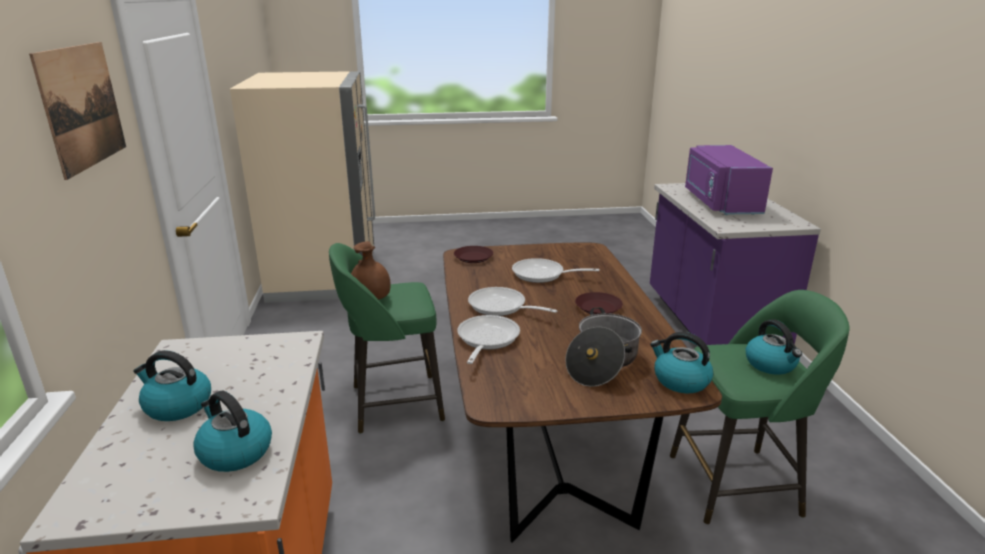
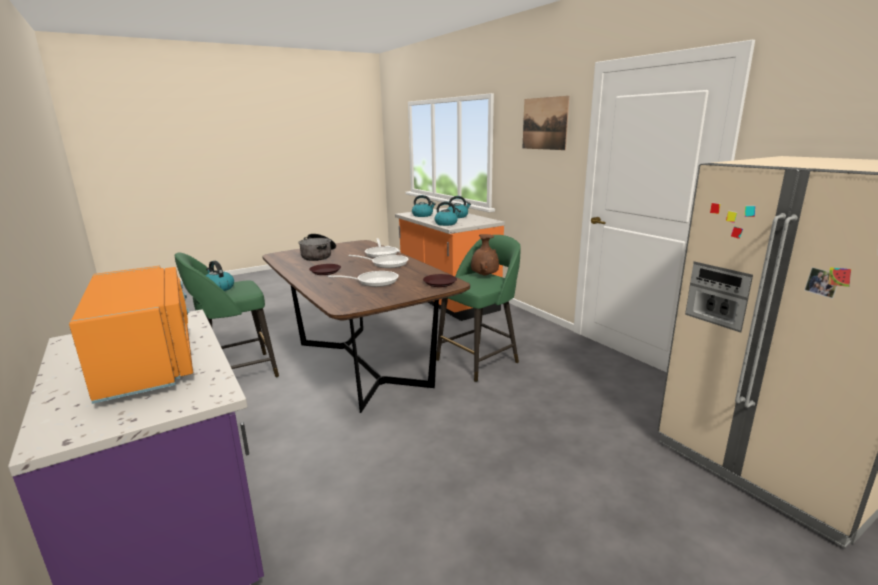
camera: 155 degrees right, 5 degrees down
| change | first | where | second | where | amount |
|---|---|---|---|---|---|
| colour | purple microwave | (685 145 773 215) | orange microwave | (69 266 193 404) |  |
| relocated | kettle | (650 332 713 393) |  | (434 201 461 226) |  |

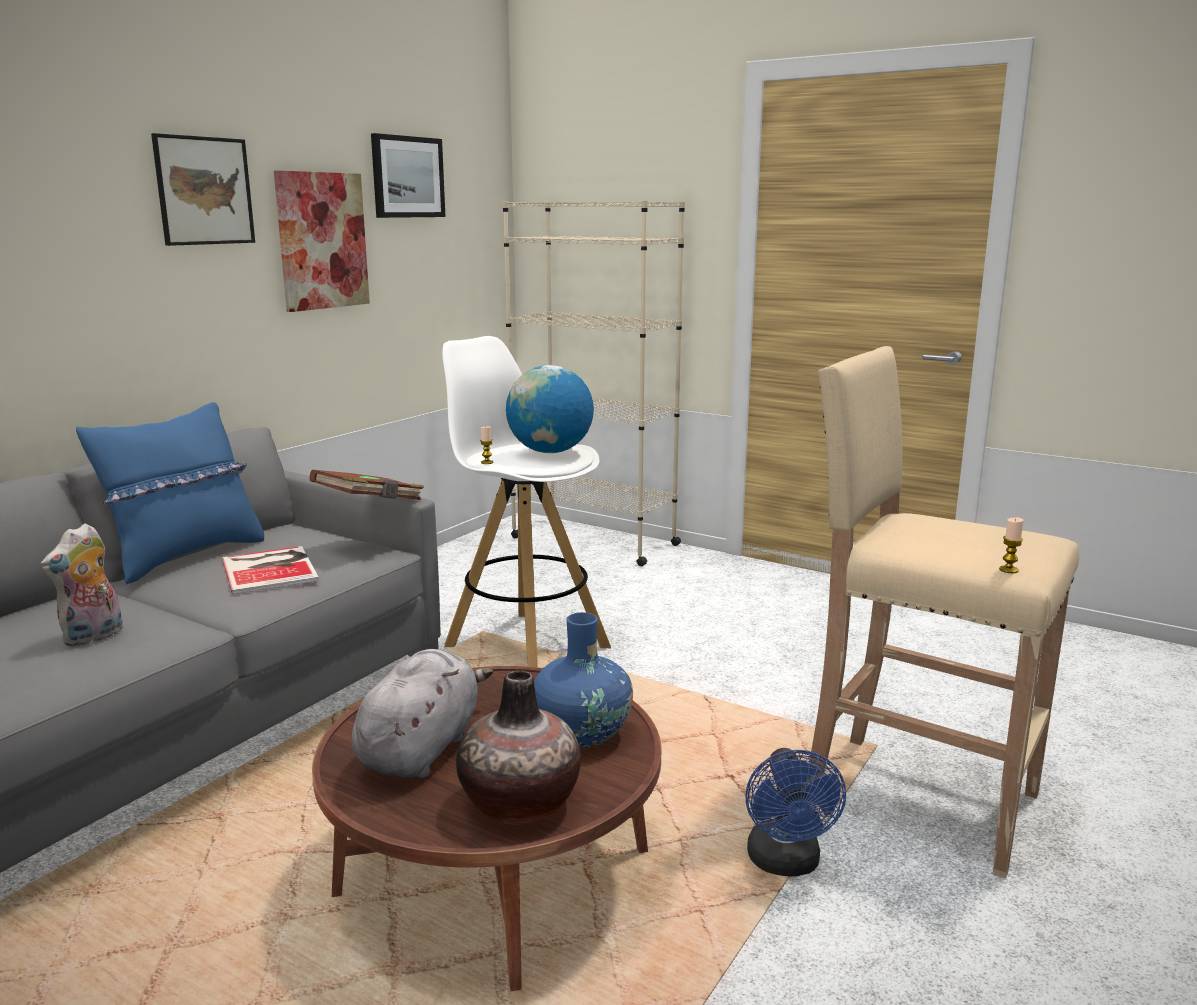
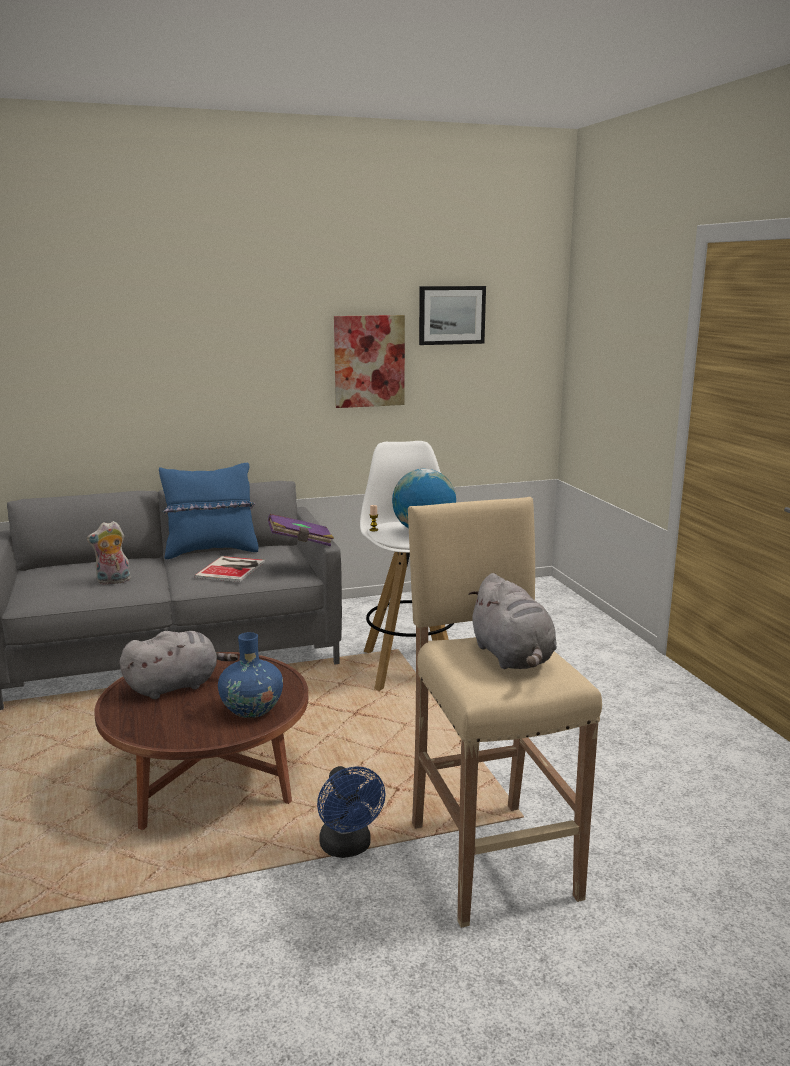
camera: 40 degrees right, 0 degrees up
| change | first | where | second | where | amount |
|---|---|---|---|---|---|
| colour | brown book | (310 470 424 500) | purple book | (268 514 334 546) |  |
| spun | blue fan | (745 748 846 877) |  | (317 766 386 858) | 60 degrees counterclockwise |
| appeared |  |  | grey plush toy | (468 573 557 669) |  |
| missing | picture | (151 133 255 246) |  |  |  |
| missing | vase | (456 671 581 825) |  |  |  |
| missing | beige bookcase | (502 200 685 566) |  |  |  |
| missing | candle | (999 517 1024 573) |  |  |  |

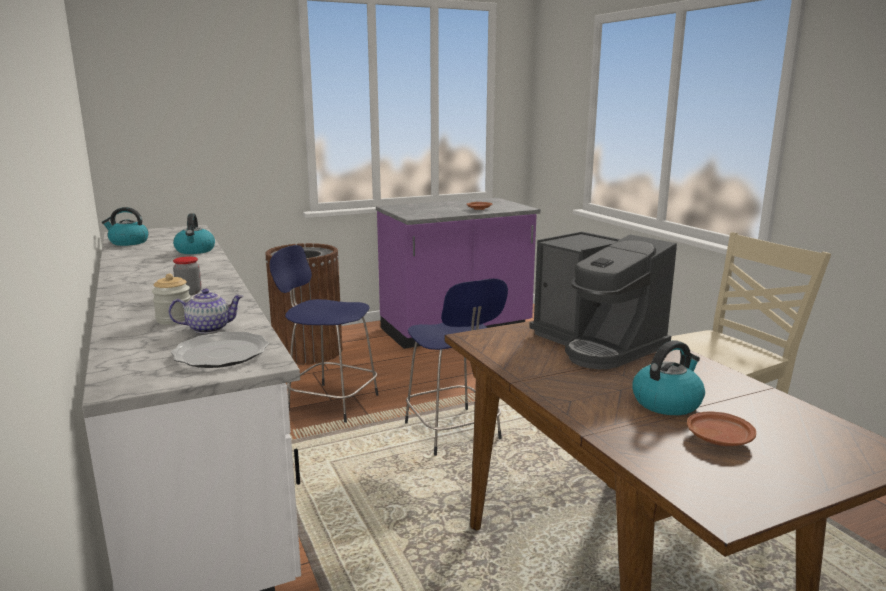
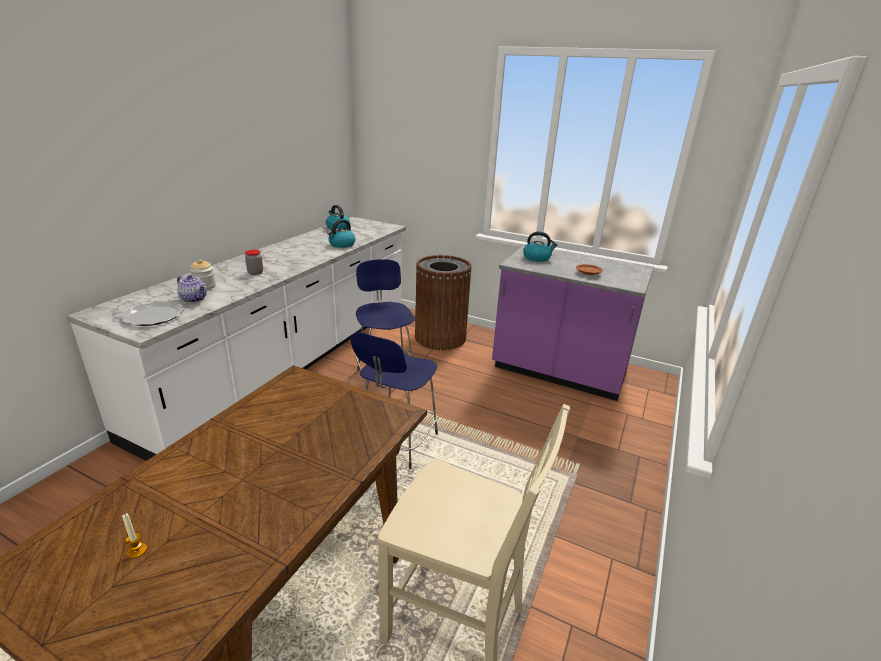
camera: 50 degrees right, 10 degrees up
| change | first | where | second | where | amount |
|---|---|---|---|---|---|
| exchanged | brown plate | (687 412 756 446) | candle | (122 514 147 558) |  |
| relocated | kettle | (632 340 705 415) |  | (523 231 558 262) |  |
| missing | coffee machine | (529 231 677 369) |  |  |  |

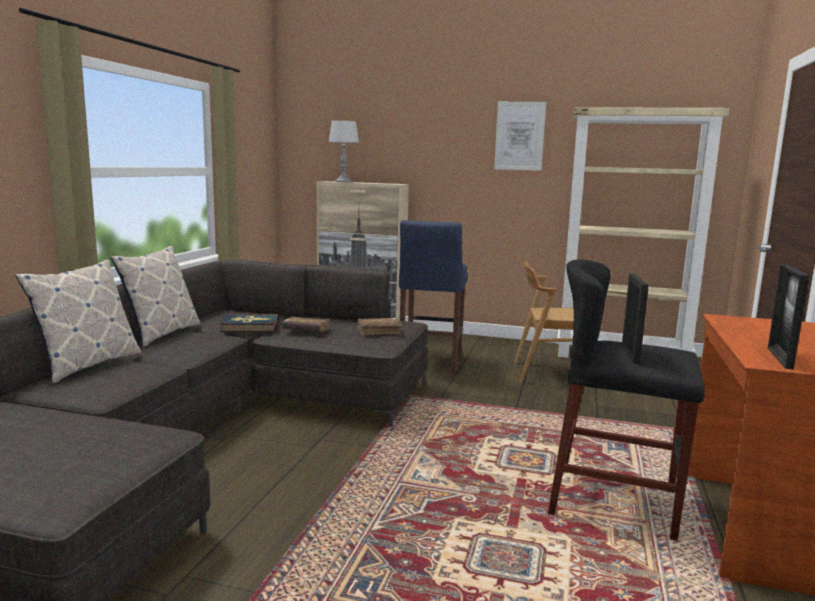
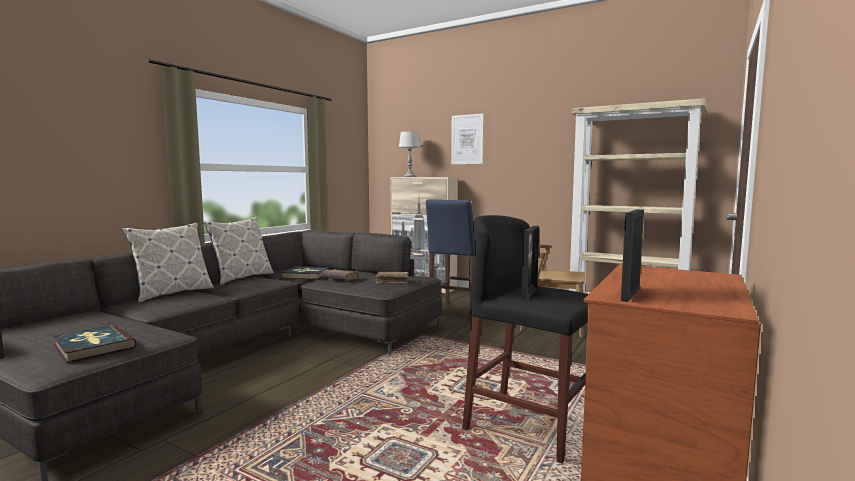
camera: 15 degrees right, 5 degrees down
| change | first | where | second | where | amount |
|---|---|---|---|---|---|
| appeared |  |  | book | (53 324 136 363) |  |
| relocated | picture | (494 102 546 171) |  | (451 113 484 164) |  |

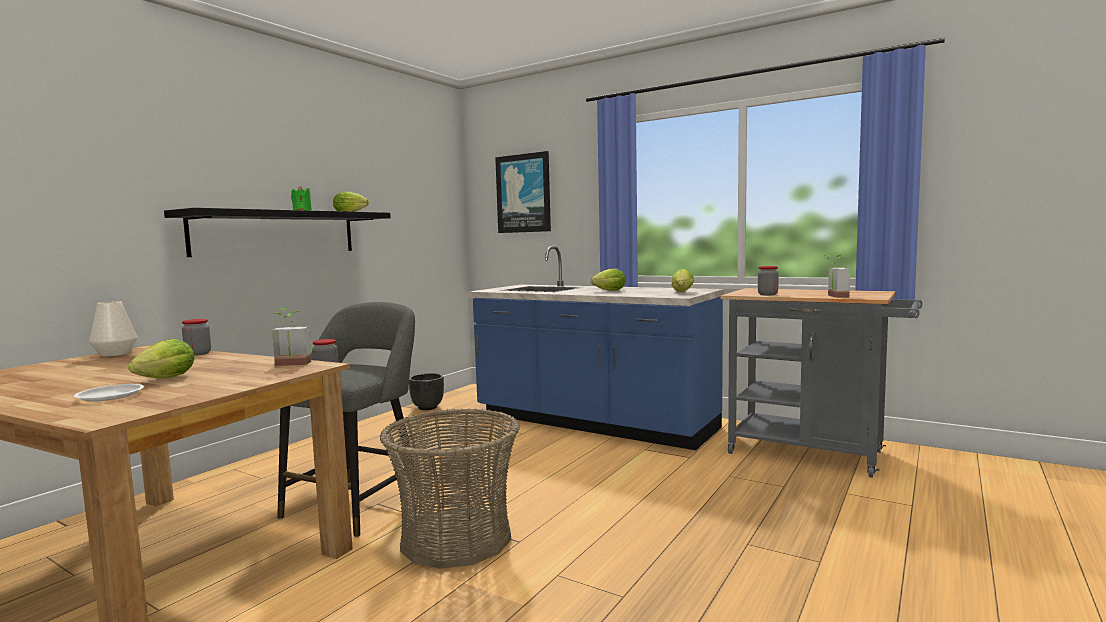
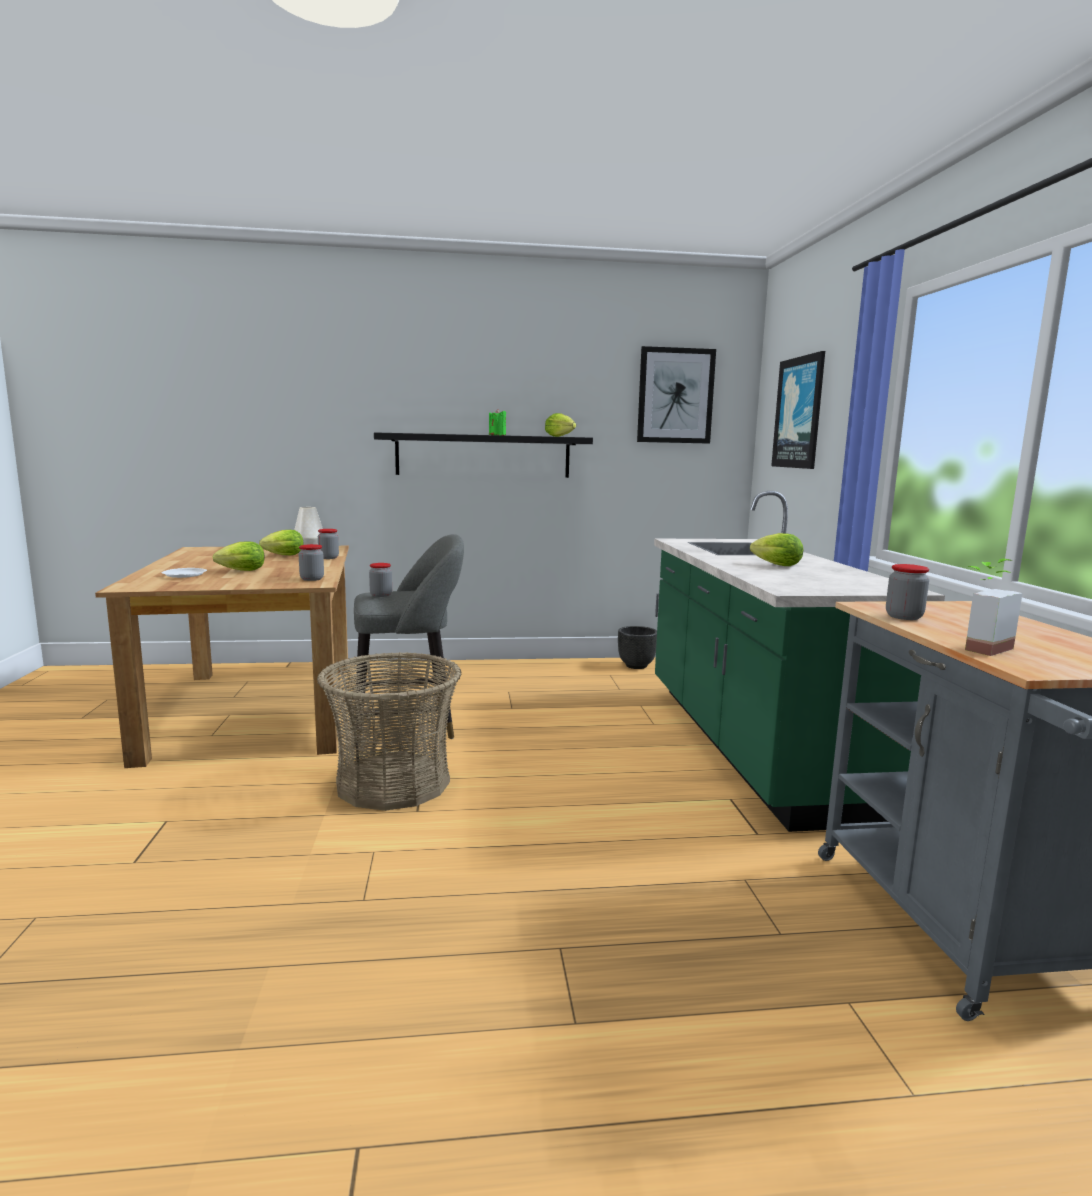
camera: 50 degrees right, 5 degrees up
| change | first | where | second | where | amount |
|---|---|---|---|---|---|
| relocated | lettuce | (671 269 694 292) |  | (259 530 304 555) |  |
| exchanged | potted plant | (272 308 311 366) | jar | (299 544 324 581) |  |
| appeared |  |  | picture | (637 346 716 444) |  |
| colour | blue counter | (468 246 725 450) | green counter | (654 491 945 832) |  |

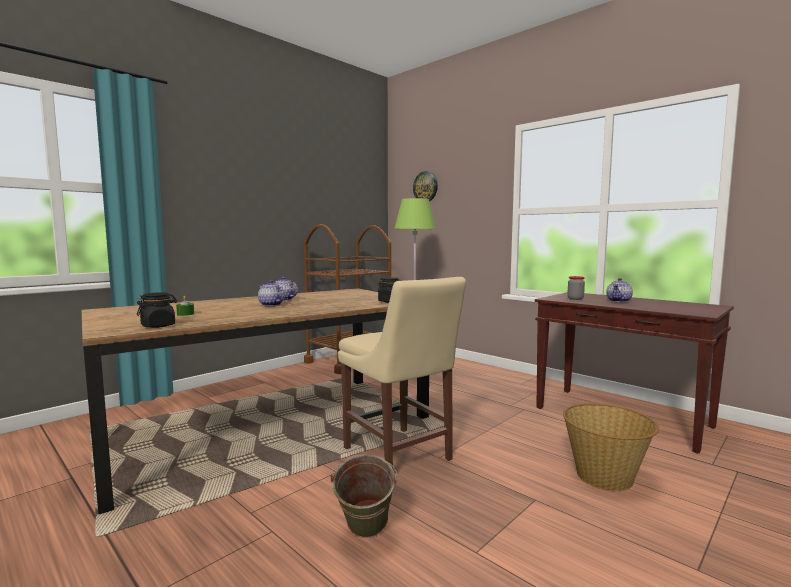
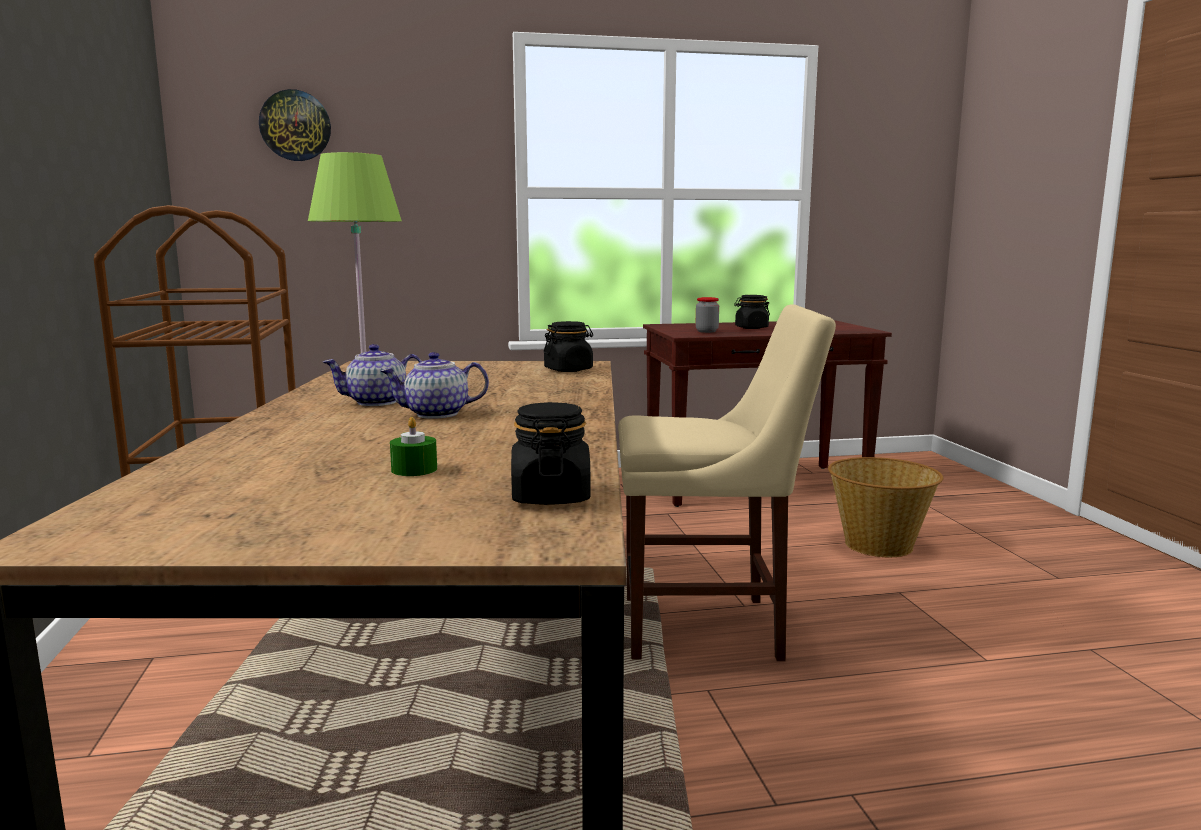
camera: 55 degrees left, 5 degrees up
| change | first | where | second | where | amount |
|---|---|---|---|---|---|
| exchanged | teapot | (606 278 633 302) | black jar | (734 295 770 329) |  |
| missing | green bucket | (330 454 398 538) |  |  |  |

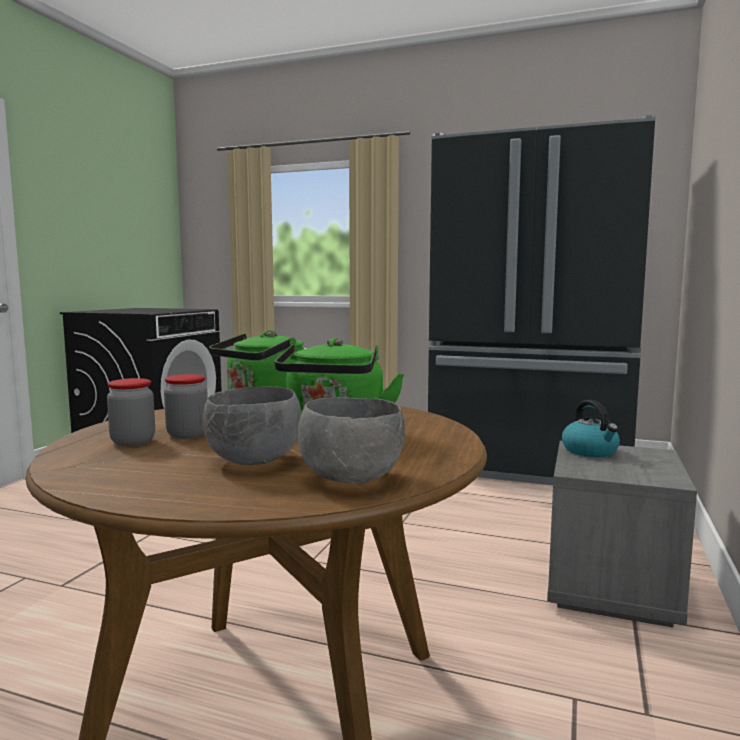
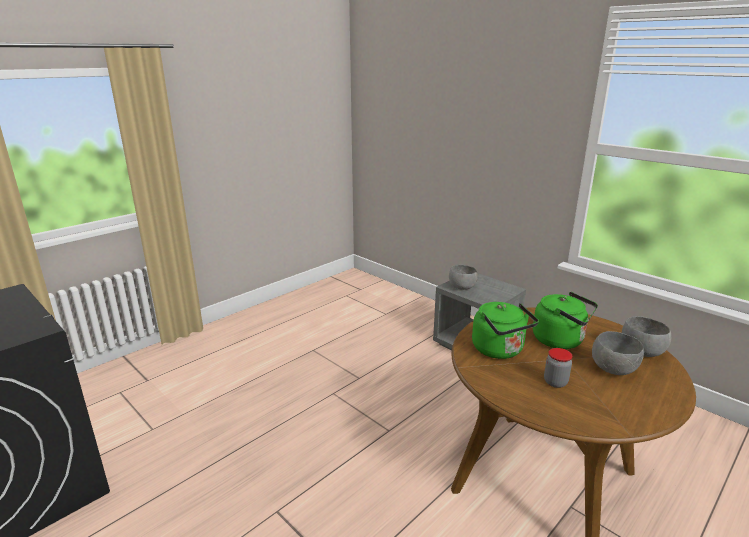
camera: 65 degrees left, 15 degrees up
| change | first | where | second | where | amount |
|---|---|---|---|---|---|
| exchanged | kettle | (562 400 620 457) | grey bowl | (449 265 478 290) |  |
| missing | jar | (107 378 155 446) |  |  |  |
| missing | black fridge | (428 115 656 485) |  |  |  |

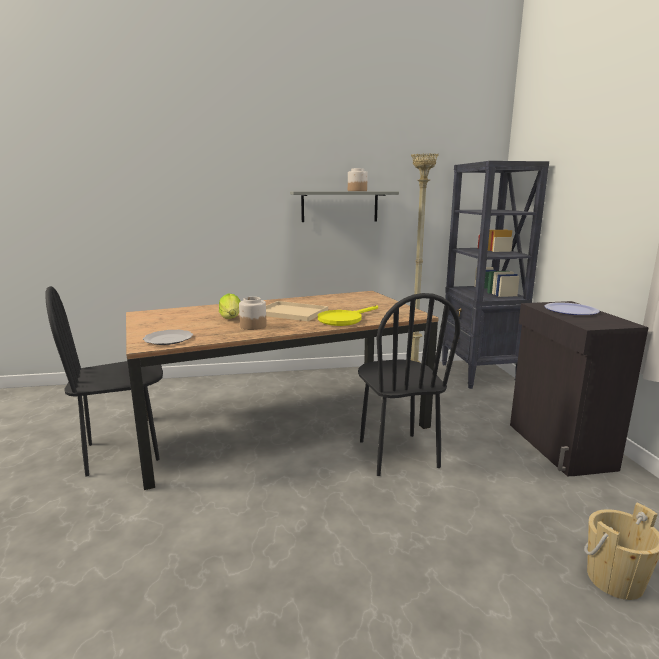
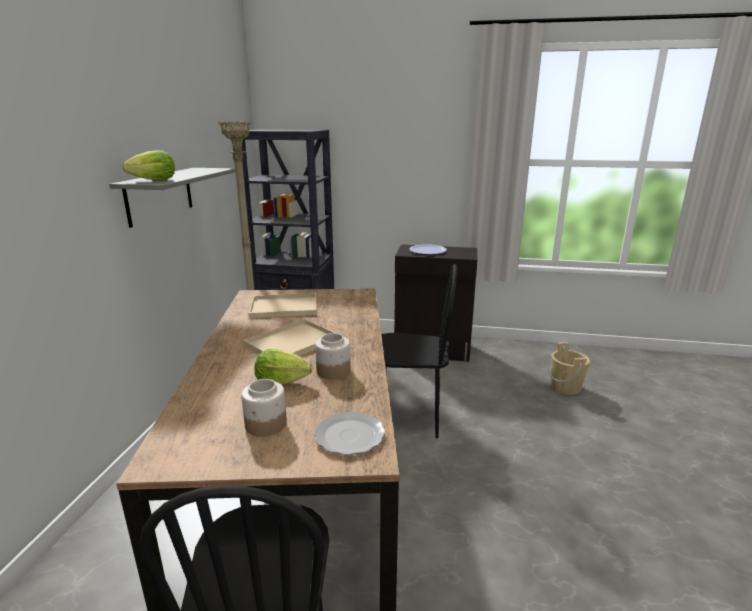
camera: 70 degrees left, 5 degrees up
| change | first | where | second | where | amount |
|---|---|---|---|---|---|
| appeared |  |  | lettuce | (122 150 175 180) |  |
| relocated | jar | (348 168 368 191) |  | (241 379 287 437) |  |
| appeared |  |  | beige tray | (248 293 317 318) |  |
| missing | yellow frying pan | (318 305 378 326) |  |  |  |

